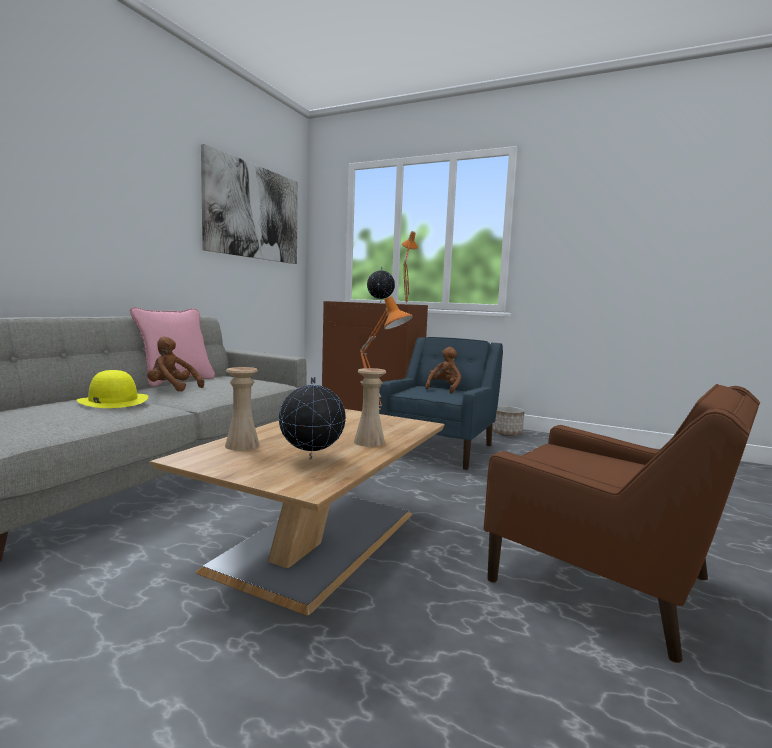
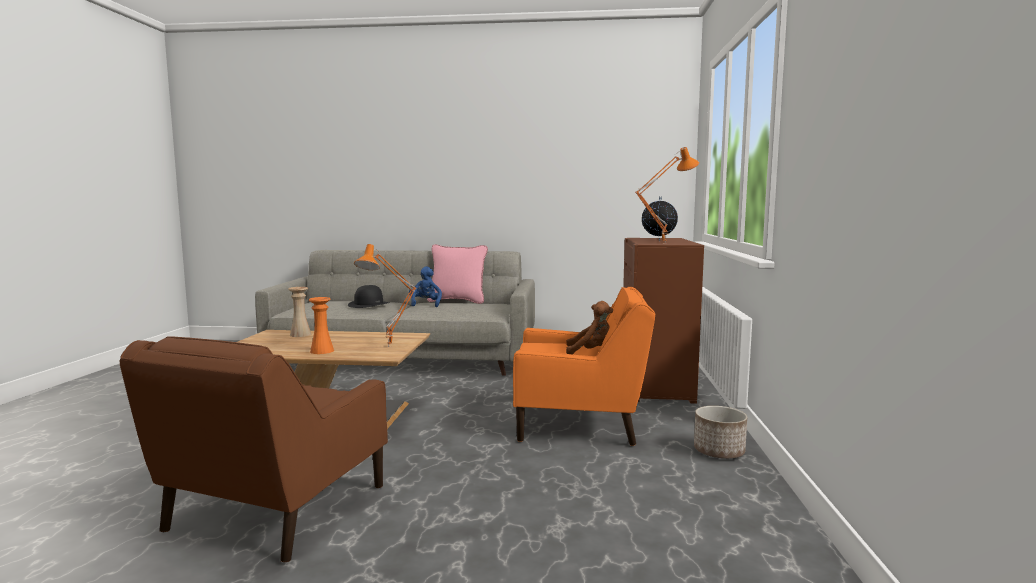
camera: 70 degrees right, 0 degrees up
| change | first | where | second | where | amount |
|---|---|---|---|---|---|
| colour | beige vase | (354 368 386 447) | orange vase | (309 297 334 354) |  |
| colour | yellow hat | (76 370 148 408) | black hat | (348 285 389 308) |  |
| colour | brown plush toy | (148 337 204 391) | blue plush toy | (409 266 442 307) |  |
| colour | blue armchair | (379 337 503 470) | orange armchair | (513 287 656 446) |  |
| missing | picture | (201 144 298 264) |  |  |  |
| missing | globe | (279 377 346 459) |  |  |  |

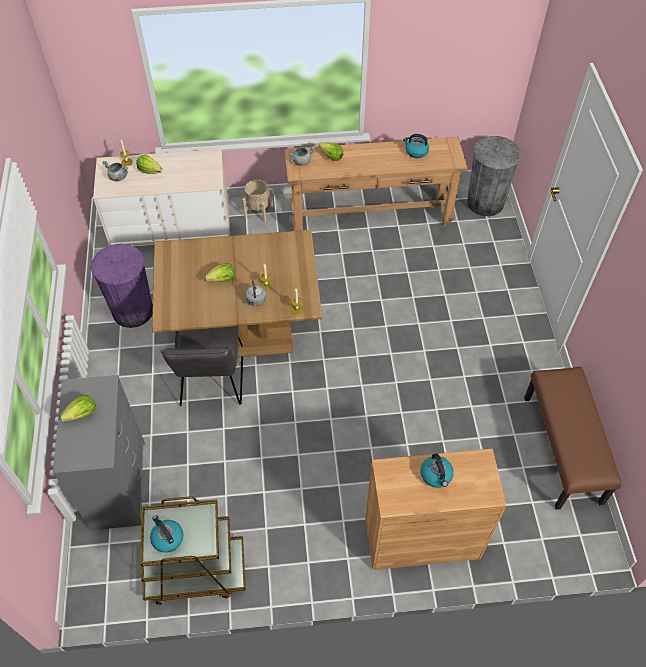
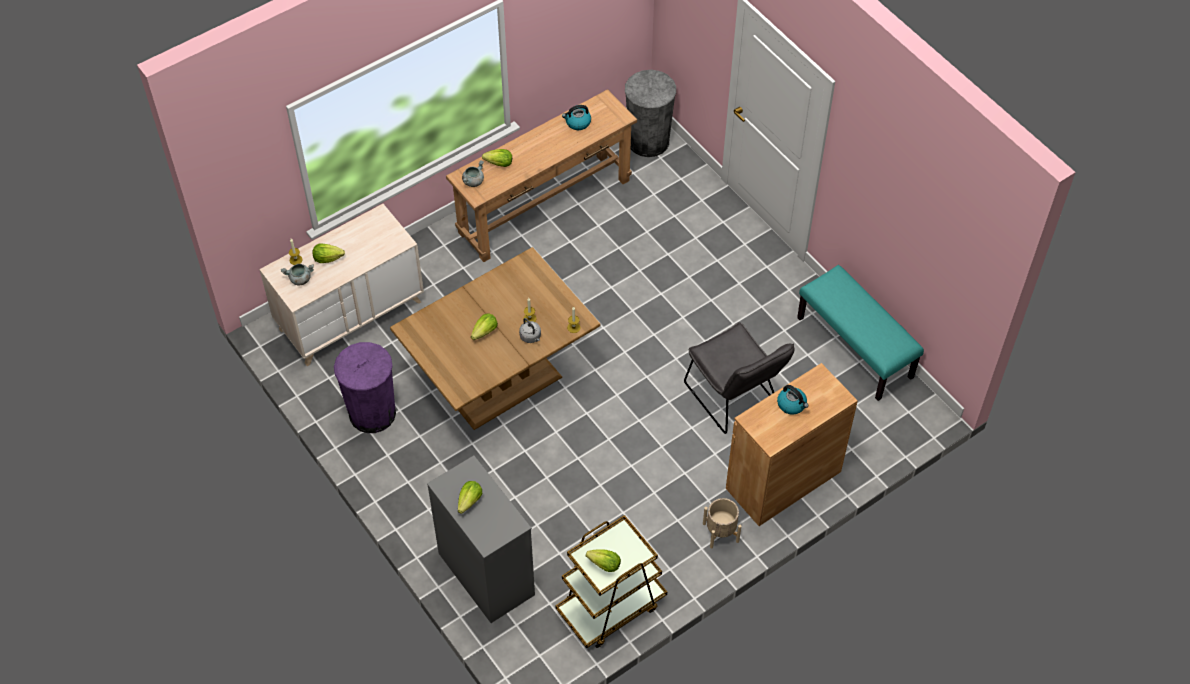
camera: 30 degrees left, 0 degrees up
| change | first | where | second | where | amount |
|---|---|---|---|---|---|
| exchanged | kettle | (150 515 183 553) | lettuce | (586 549 621 572) |  |
| relocated | grey chair | (160 326 243 406) |  | (684 322 795 434) |  |
| relocated | beige planter | (242 180 273 222) |  | (703 498 741 548) |  |
| colour | brown bench | (524 367 622 510) | turquoise bench | (797 265 924 401) |  |

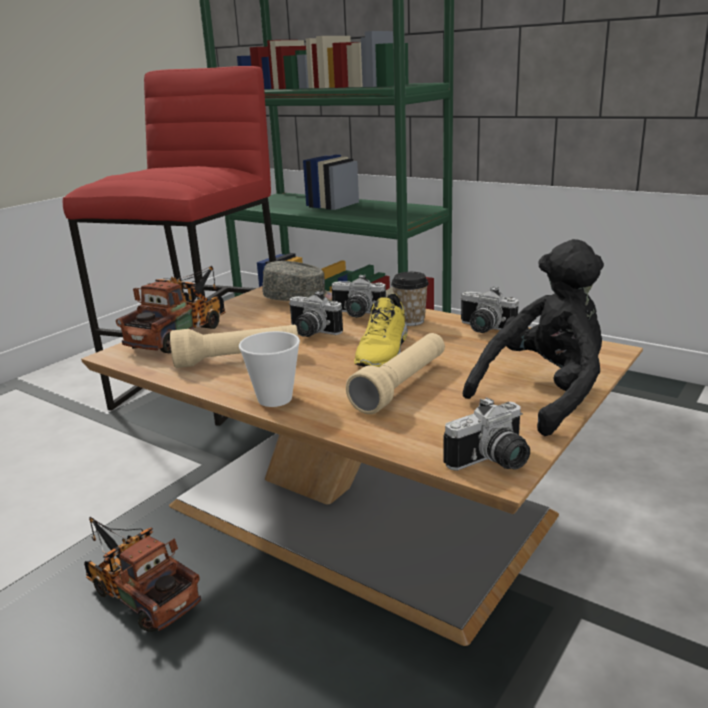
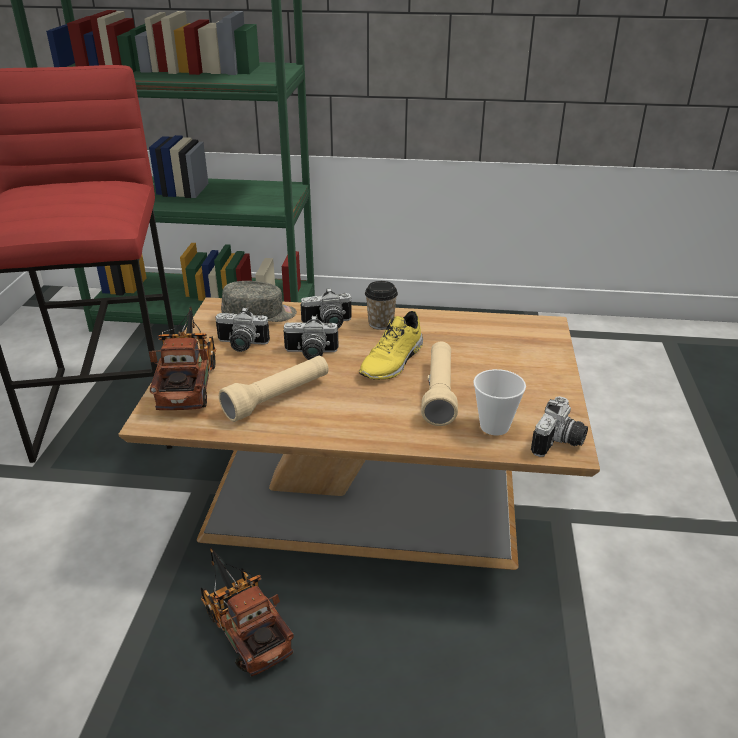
camera: 30 degrees left, 10 degrees up
| change | first | where | second | where | amount |
|---|---|---|---|---|---|
| spun | toy truck | (84 517 201 632) |  | (201 547 294 676) | 45 degrees clockwise |
| relocated | photo camera | (461 286 519 333) |  | (216 307 270 352) |  |
| spun | yellow shoe | (354 294 408 367) |  | (359 311 423 380) | 45 degrees clockwise |
| relocated | cup | (239 331 300 407) |  | (473 369 526 436) |  |
| missing | black plush toy | (463 239 604 436) |  |  |  |

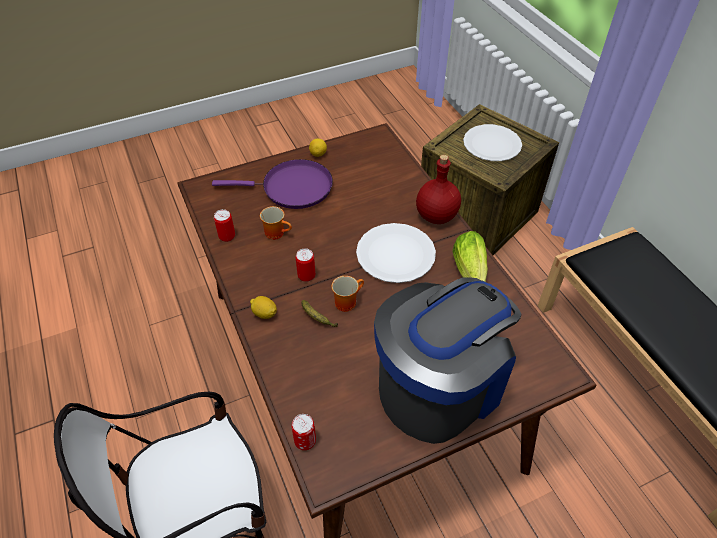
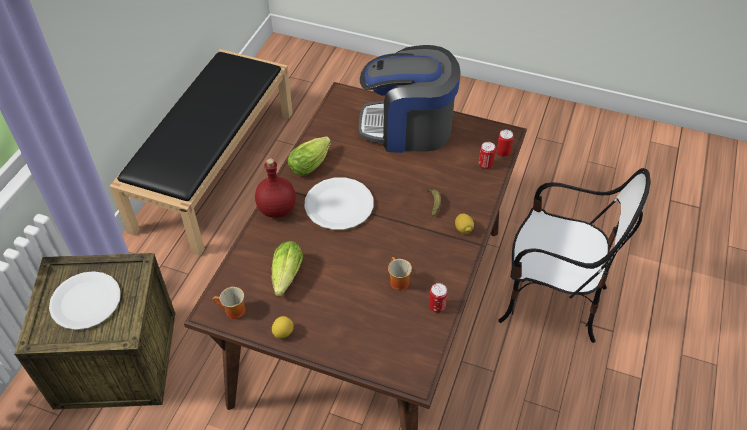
camera: 135 degrees left, 0 degrees up
| change | first | where | second | where | amount |
|---|---|---|---|---|---|
| relocated | mug | (332 276 364 312) |  | (213 287 245 319) |  |
| appeared |  |  | lettuce | (271 241 303 296) |  |
| relocated | can | (296 248 315 282) |  | (479 142 496 169) |  |
| missing | purple frying pan | (212 159 333 209) |  |  |  |

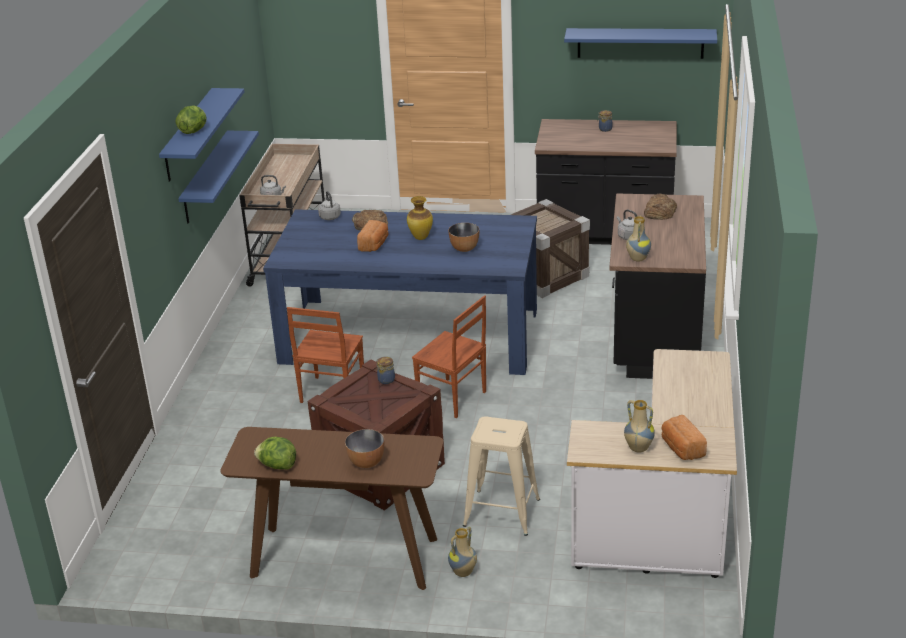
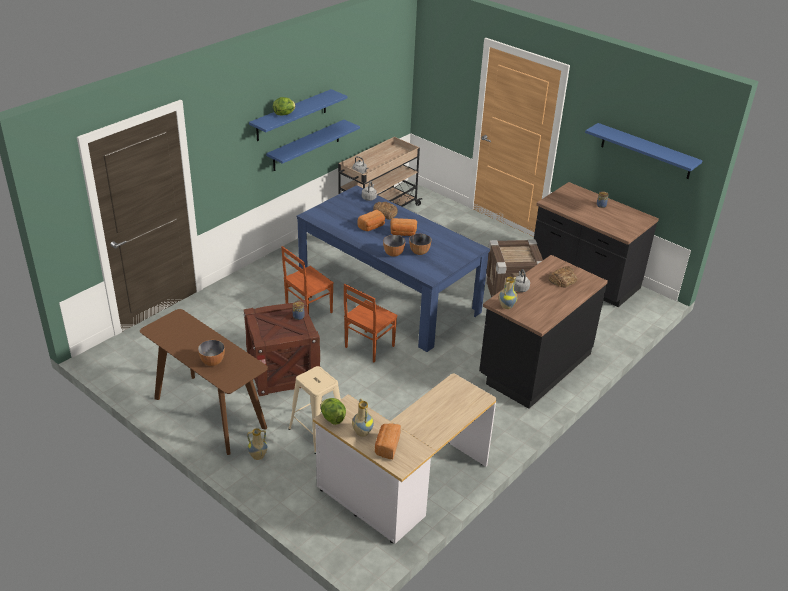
camera: 30 degrees right, 5 degrees up
| change | first | where | second | where | amount |
|---|---|---|---|---|---|
| relocated | lettuce | (254 437 296 470) |  | (321 398 346 425) |  |
| spun | brown chair | (412 295 486 418) |  | (344 284 398 362) | 60 degrees clockwise |
| appeared |  |  | bowl | (383 235 405 257) |  |
| exchanged | vase | (407 196 433 240) | bread | (390 218 417 236) |  |

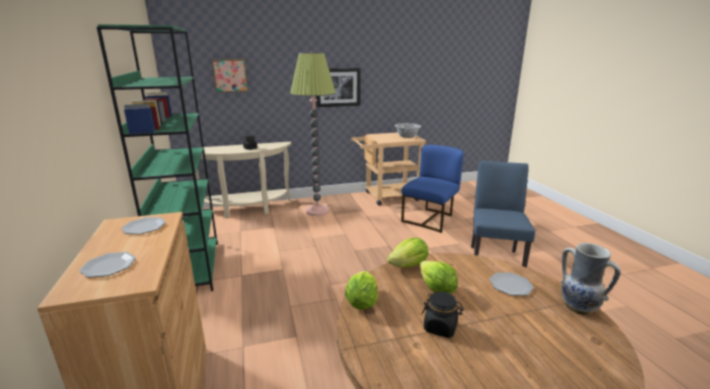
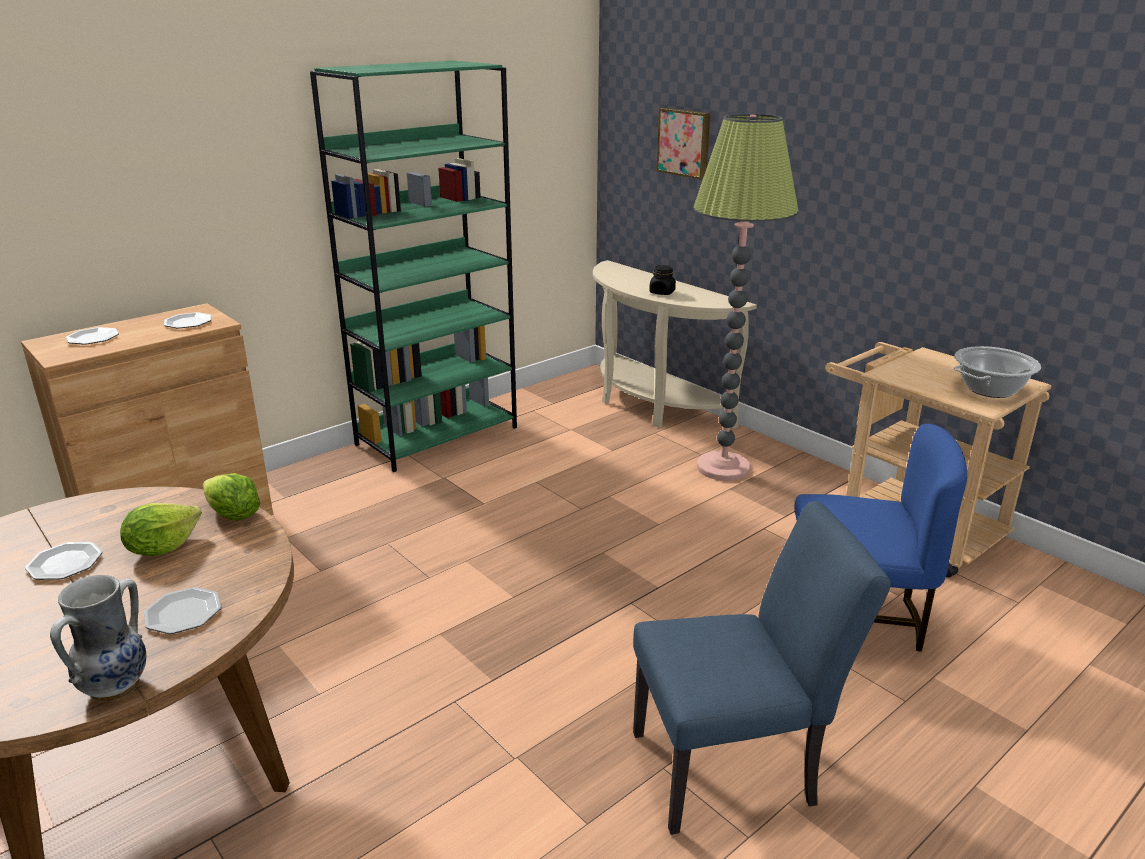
camera: 65 degrees right, 5 degrees up
| change | first | where | second | where | amount |
|---|---|---|---|---|---|
| exchanged | black jar | (422 291 464 338) | plate | (25 542 102 580) |  |
| missing | picture | (316 68 361 107) |  |  |  |
| missing | lettuce | (345 271 378 310) |  |  |  |

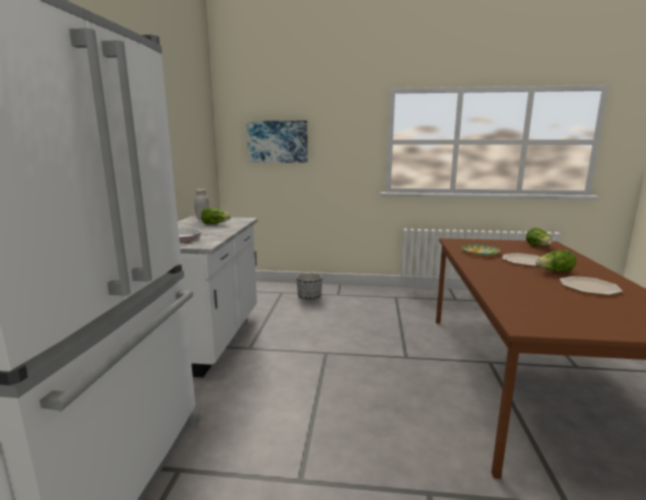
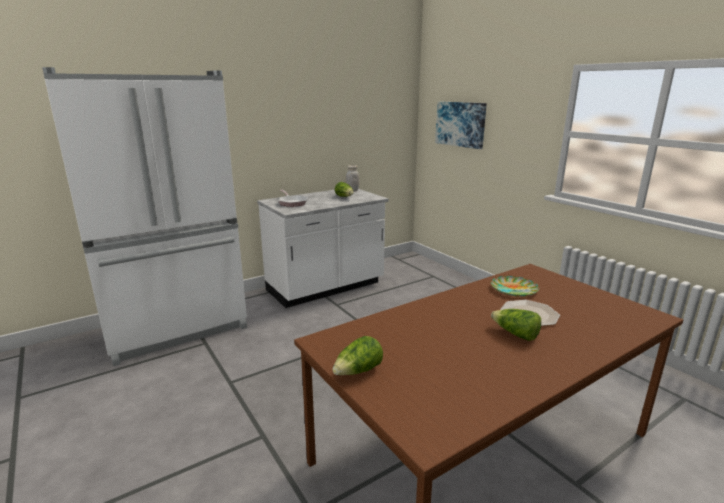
camera: 50 degrees right, 5 degrees up
| change | first | where | second | where | amount |
|---|---|---|---|---|---|
| relocated | lettuce | (526 228 552 246) |  | (332 336 383 375) |  |
| missing | planter | (296 272 323 300) |  |  |  |
| missing | plate | (560 276 623 295) |  |  |  |

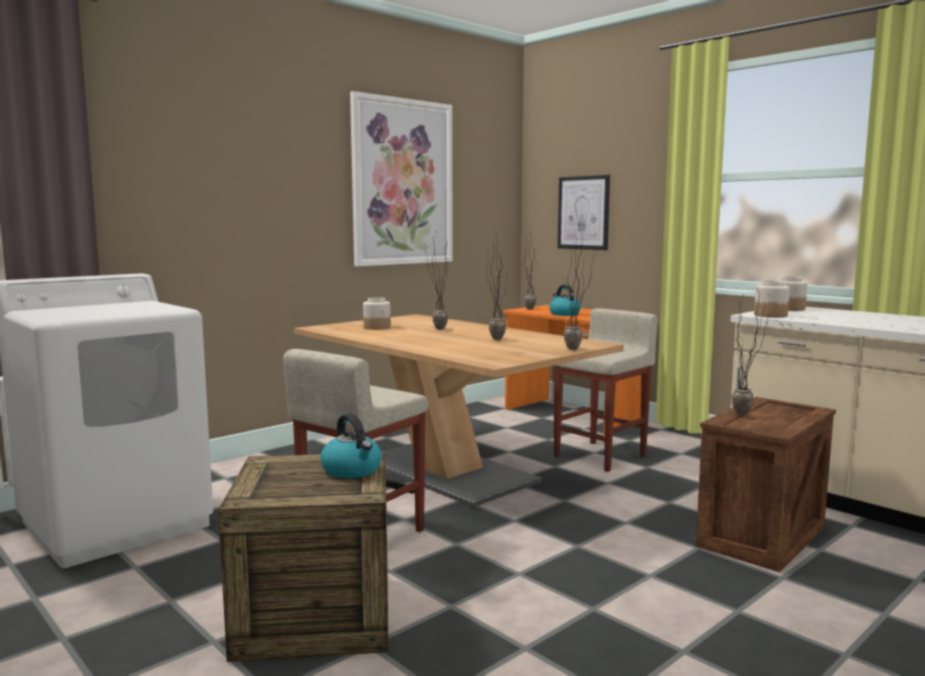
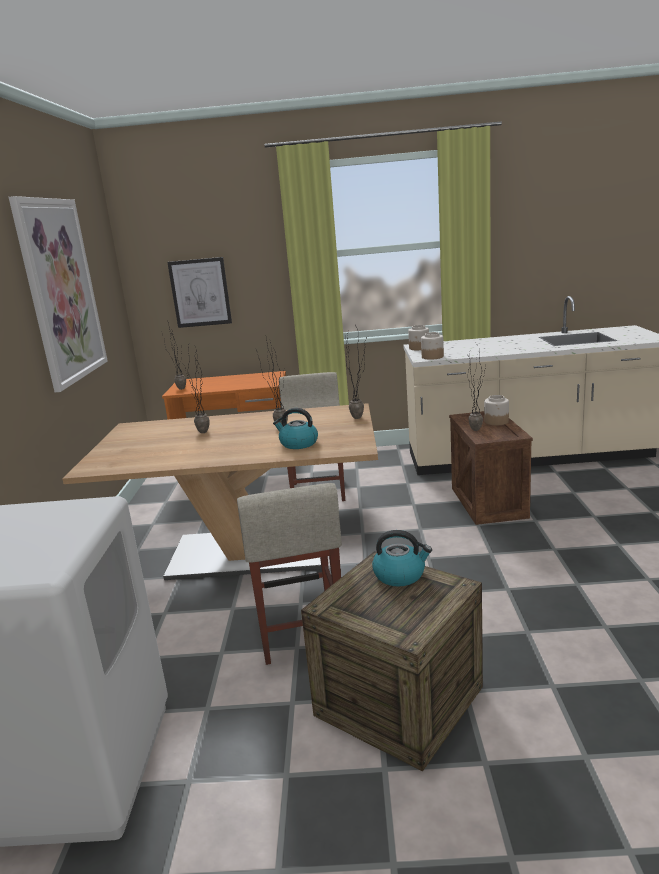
camera: 45 degrees left, 10 degrees up
| change | first | where | second | where | amount |
|---|---|---|---|---|---|
| relocated | kettle | (549 285 581 316) |  | (273 408 318 449) |  |
| relocated | jar | (363 297 391 330) |  | (484 395 509 426) |  |

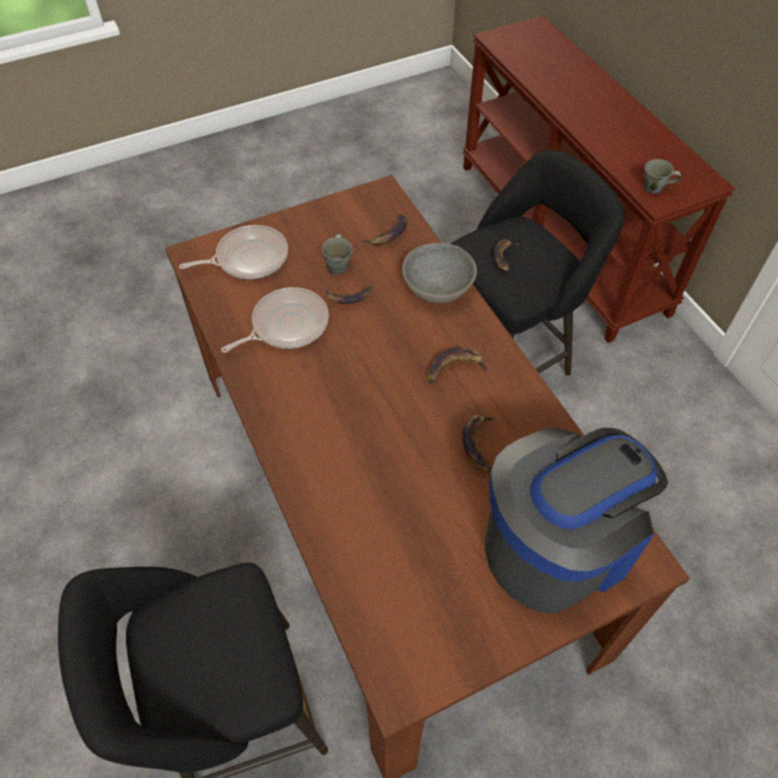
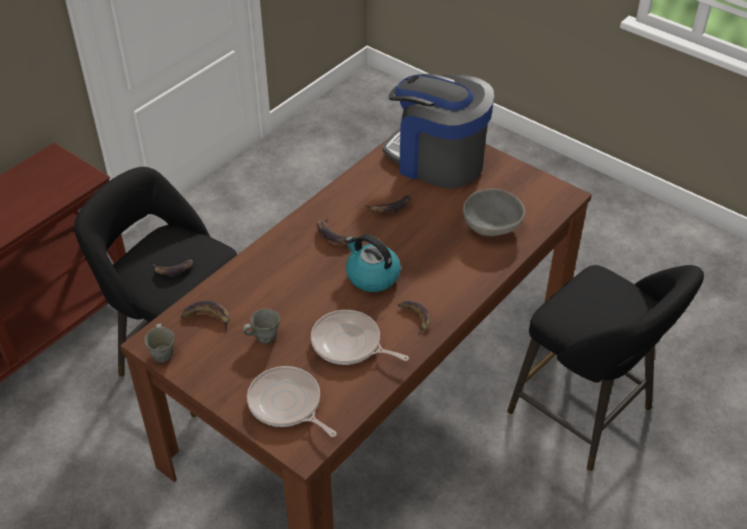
camera: 115 degrees left, 10 degrees down
| change | first | where | second | where | amount |
|---|---|---|---|---|---|
| relocated | grey mug | (644 159 681 194) |  | (145 323 175 363) |  |
| appeared |  |  | kettle | (345 234 401 292) |  |
| relocated | banana | (325 286 372 304) |  | (398 301 431 336) |  |
| relocated | grey bowl | (402 243 477 303) |  | (463 189 525 237) |  |

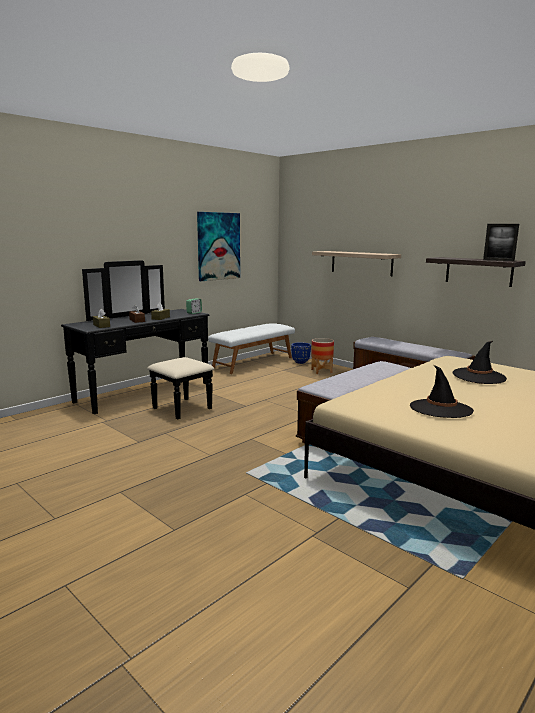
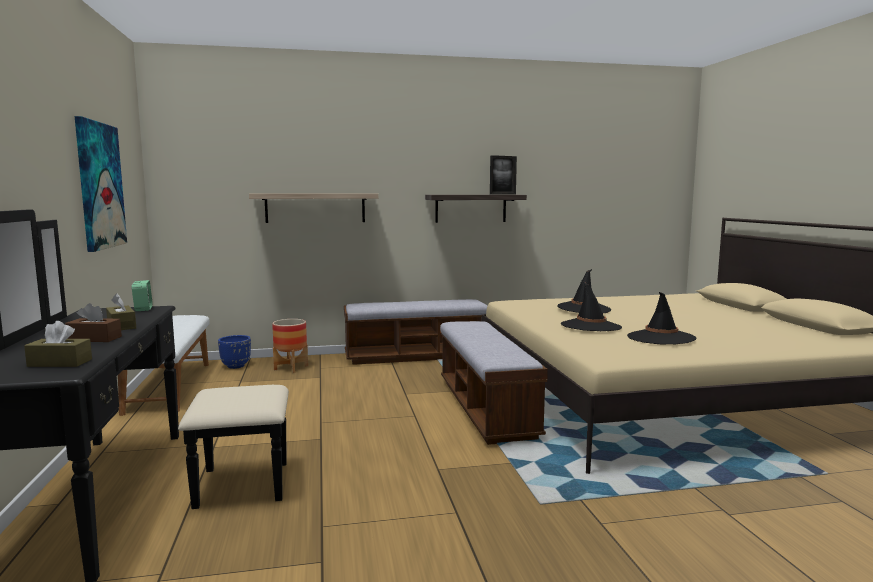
camera: 55 degrees left, 5 degrees down
| change | first | where | second | where | amount |
|---|---|---|---|---|---|
| appeared |  |  | black hat | (561 282 622 331) |  |

